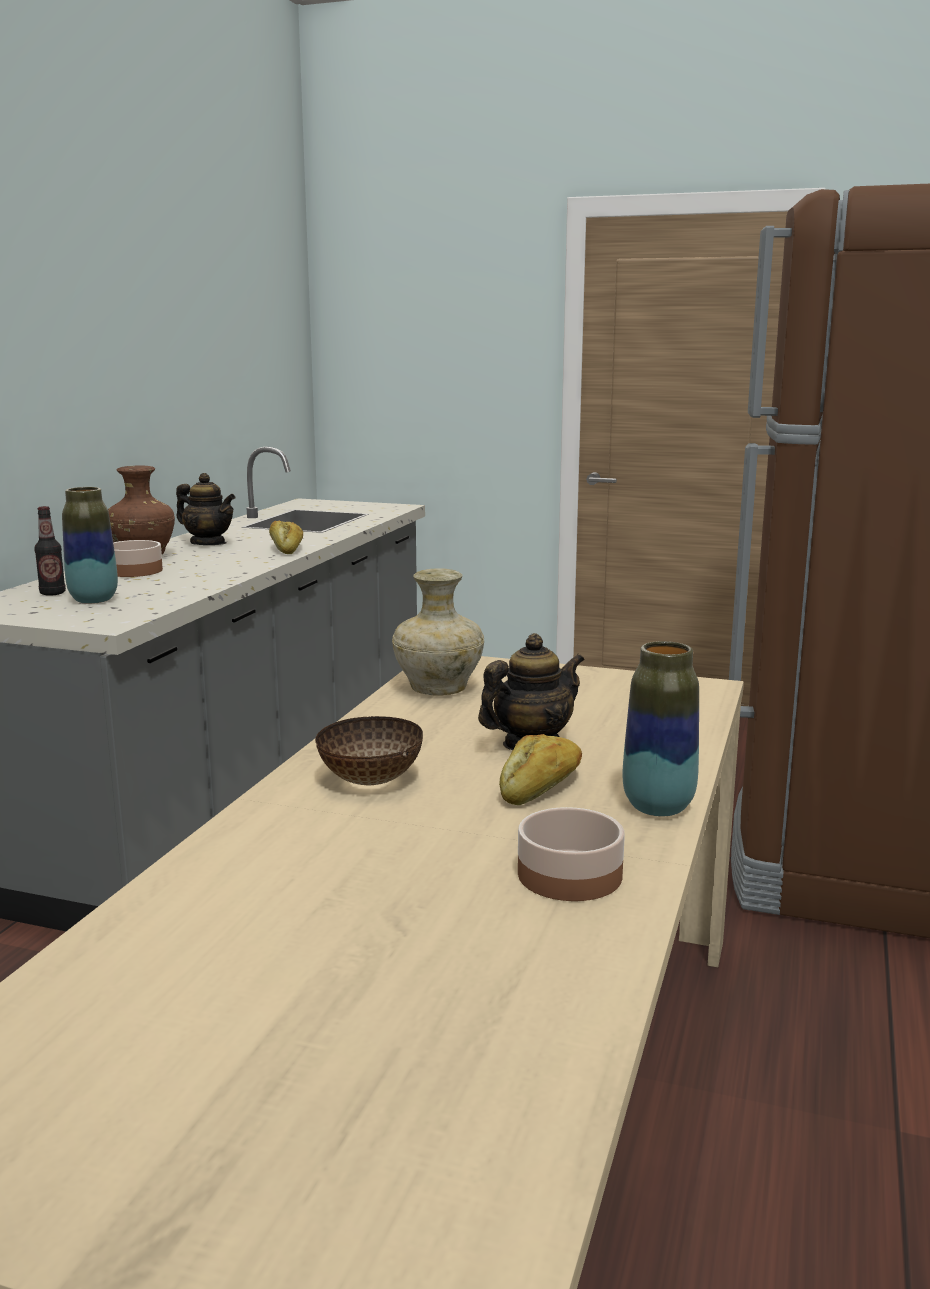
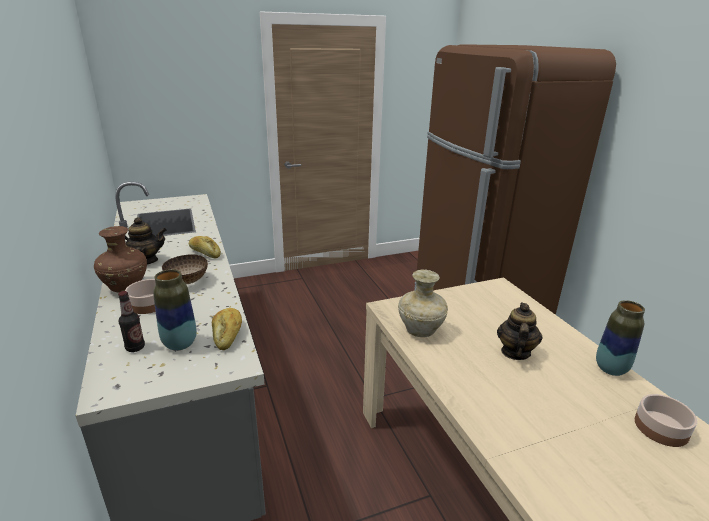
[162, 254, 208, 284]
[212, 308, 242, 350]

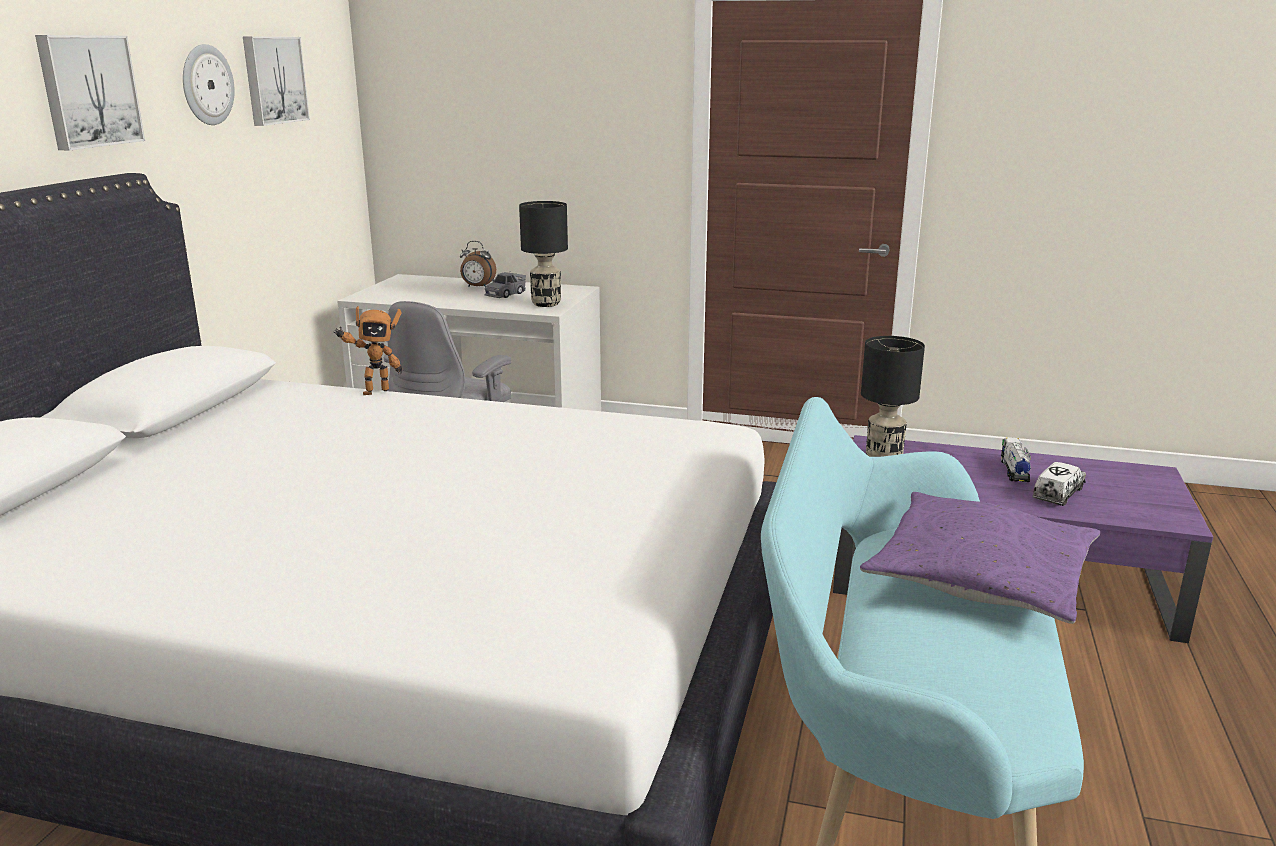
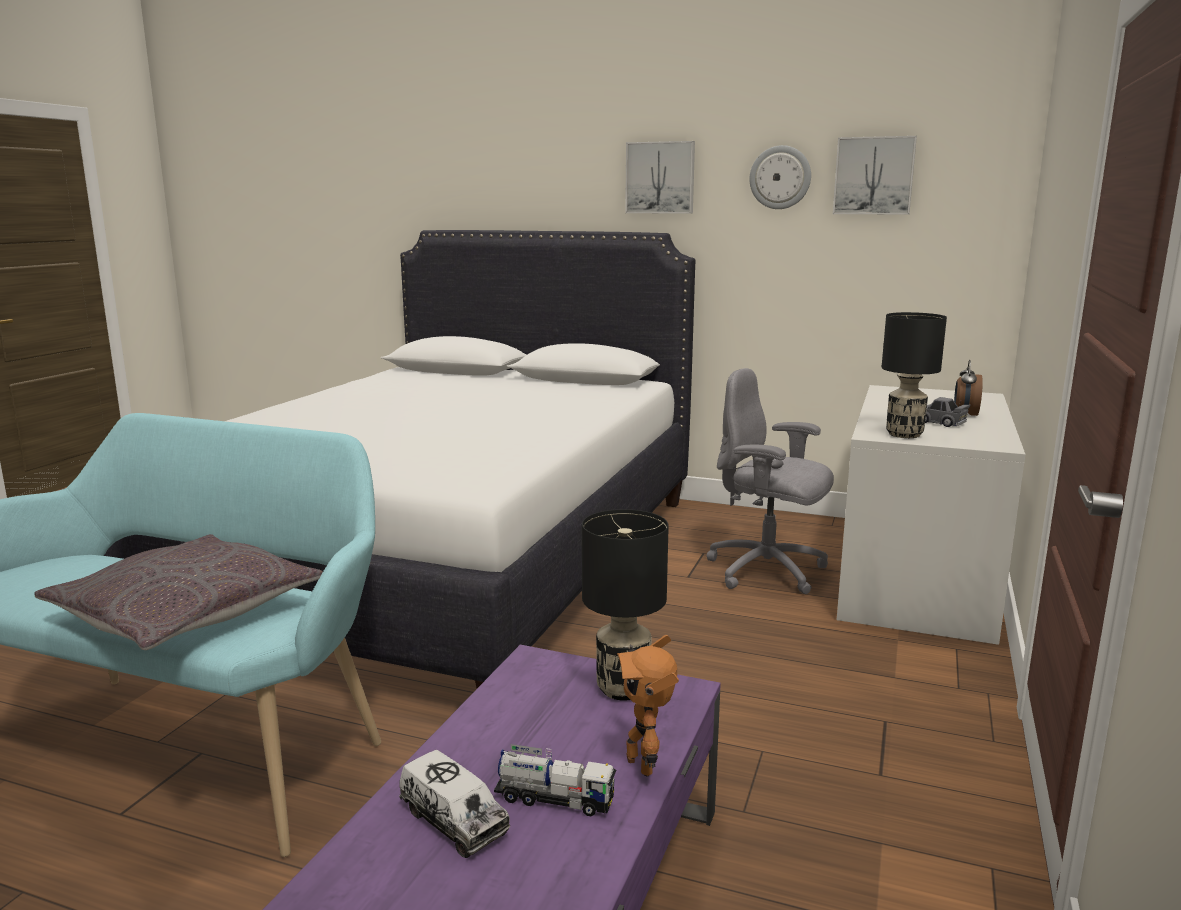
[34, 534, 323, 650]
[617, 635, 679, 776]

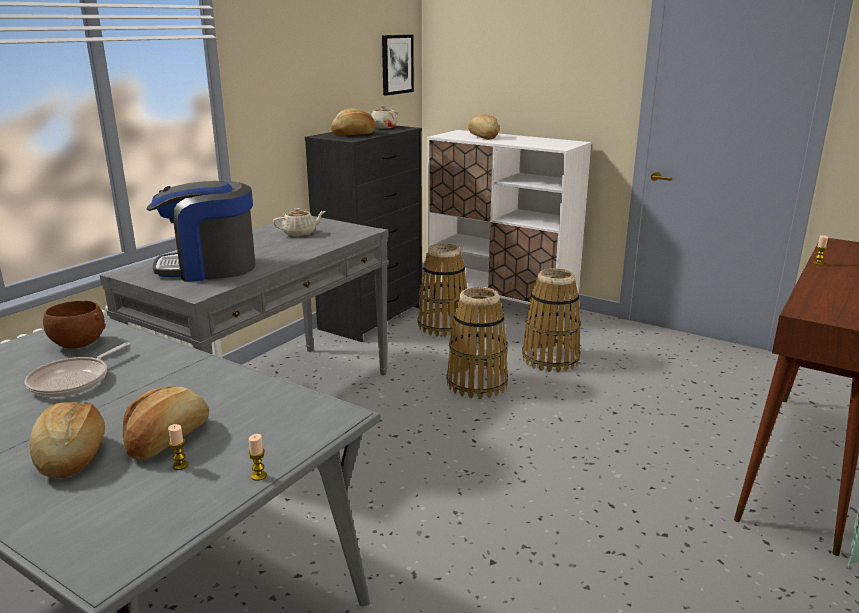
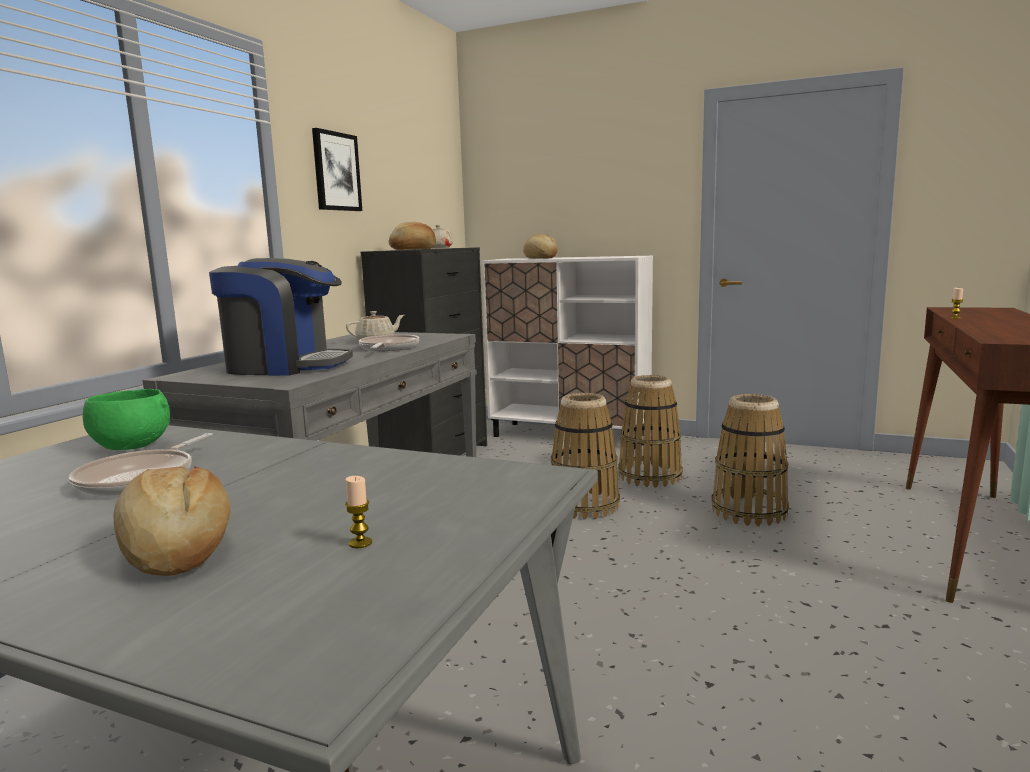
[83, 389, 170, 450]
[209, 258, 353, 376]
[312, 128, 362, 211]
[359, 334, 419, 351]
[711, 394, 789, 526]
[123, 386, 209, 460] (first image)
[248, 434, 267, 481] (first image)

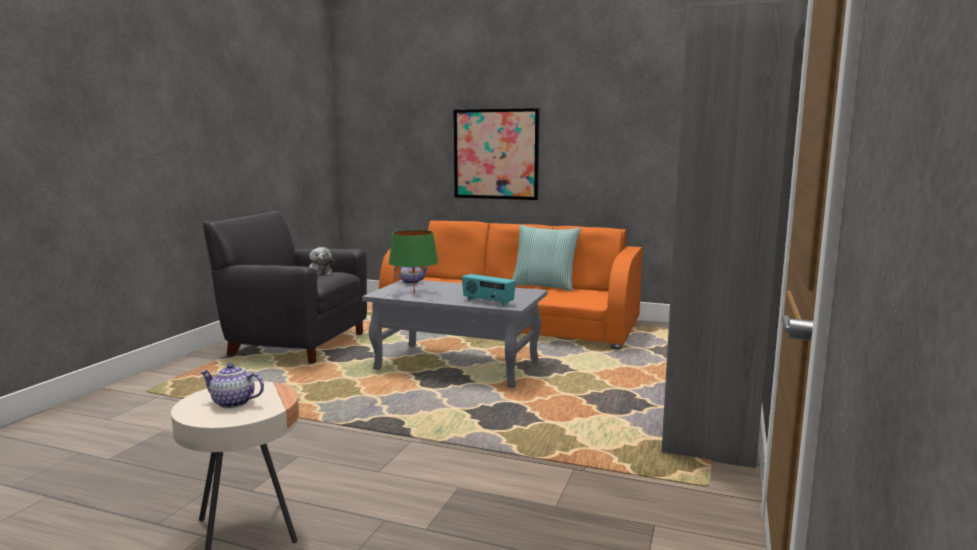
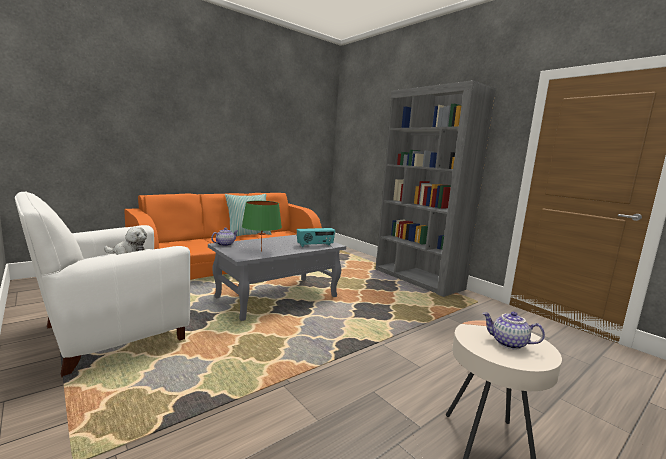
[15, 191, 190, 377]
[482, 312, 545, 349]
[454, 108, 540, 200] (first image)

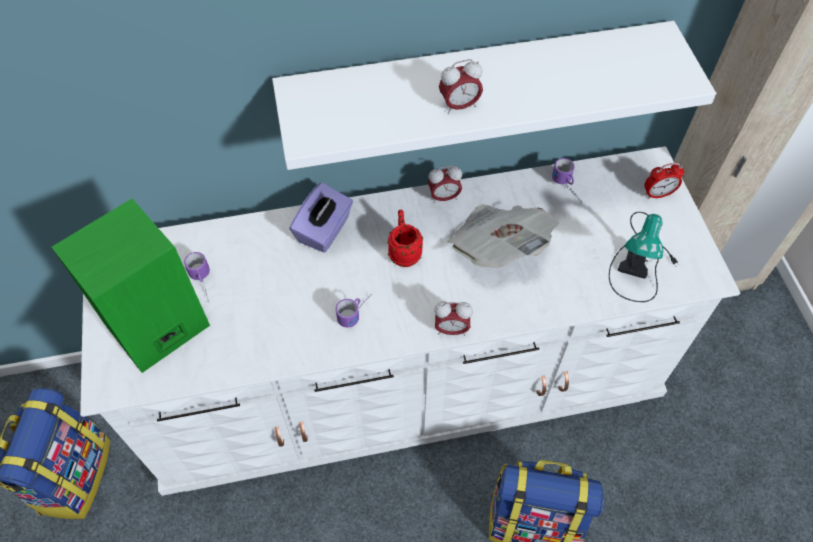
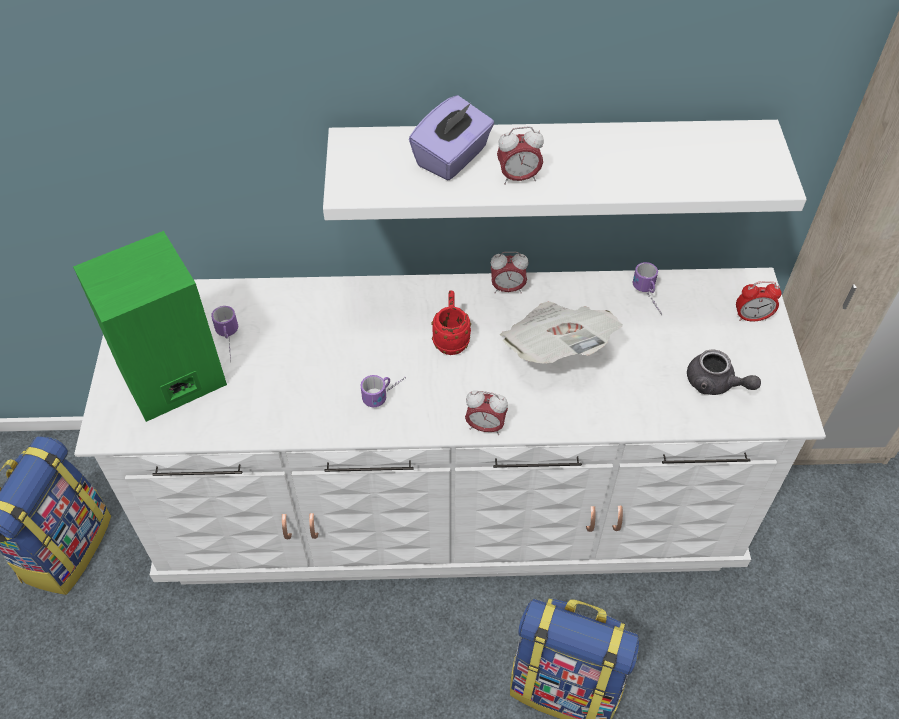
[409, 95, 494, 180]
[687, 349, 761, 395]

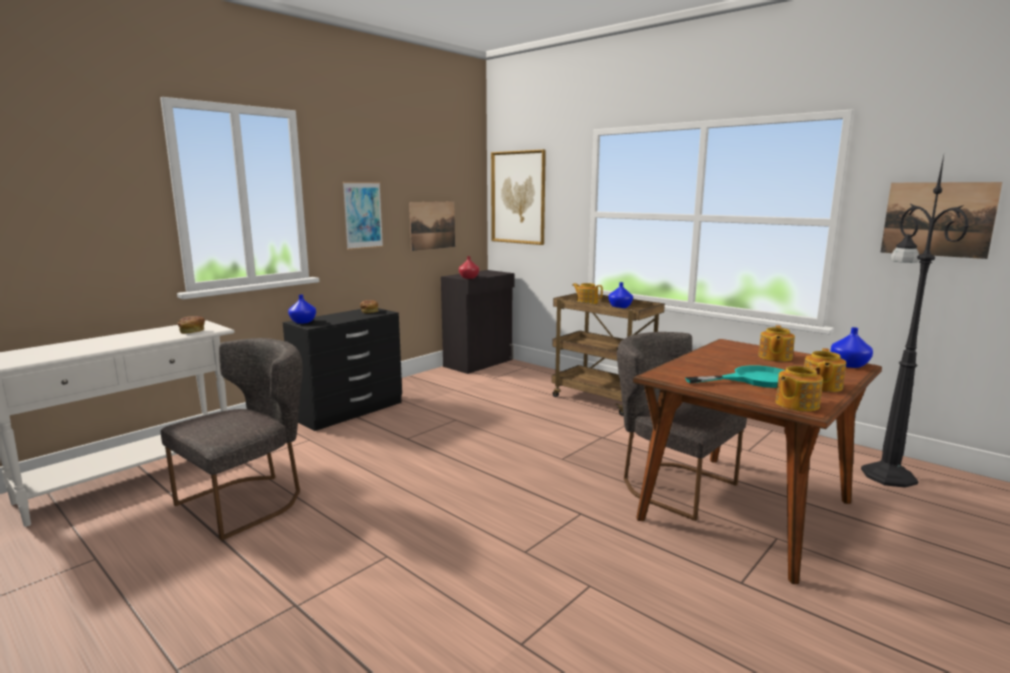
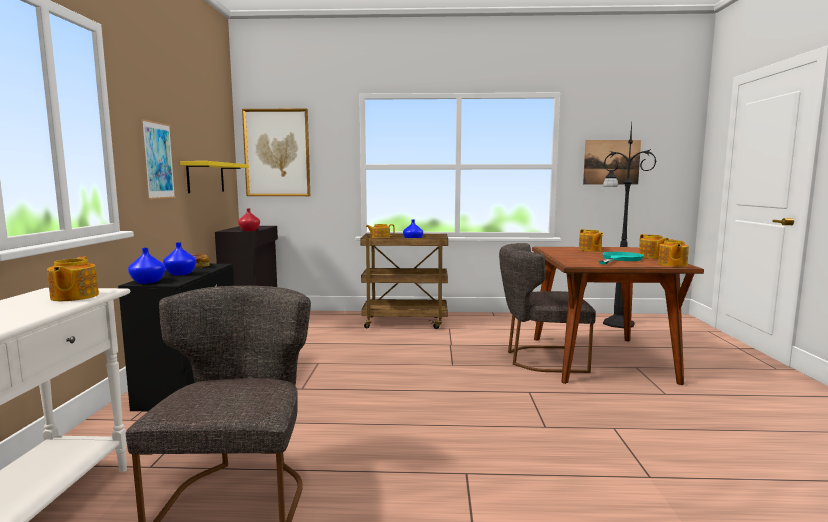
[47, 257, 99, 301]
[163, 242, 196, 276]
[180, 161, 249, 193]

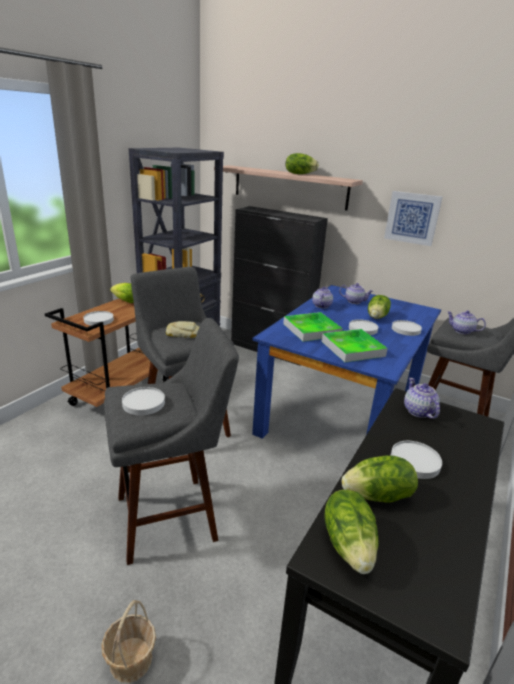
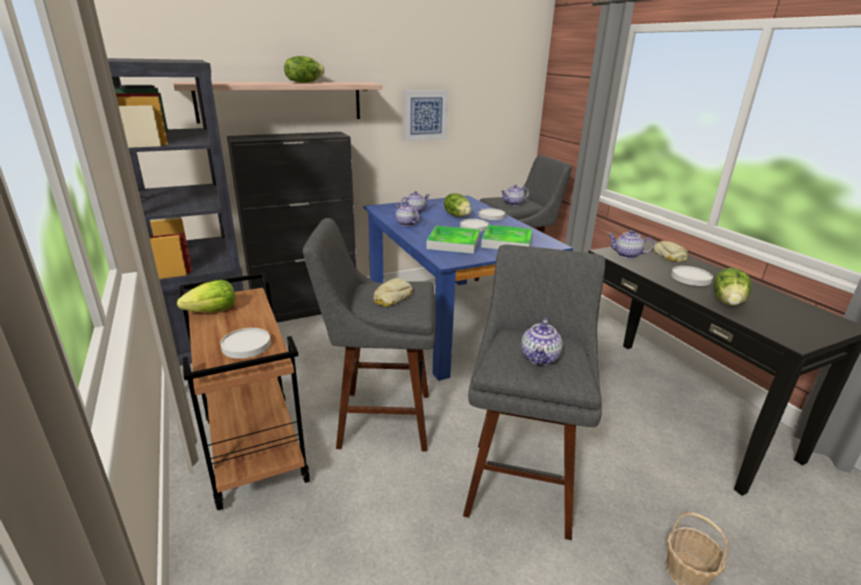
[521, 318, 563, 365]
[652, 241, 688, 262]
[324, 490, 379, 574] (first image)

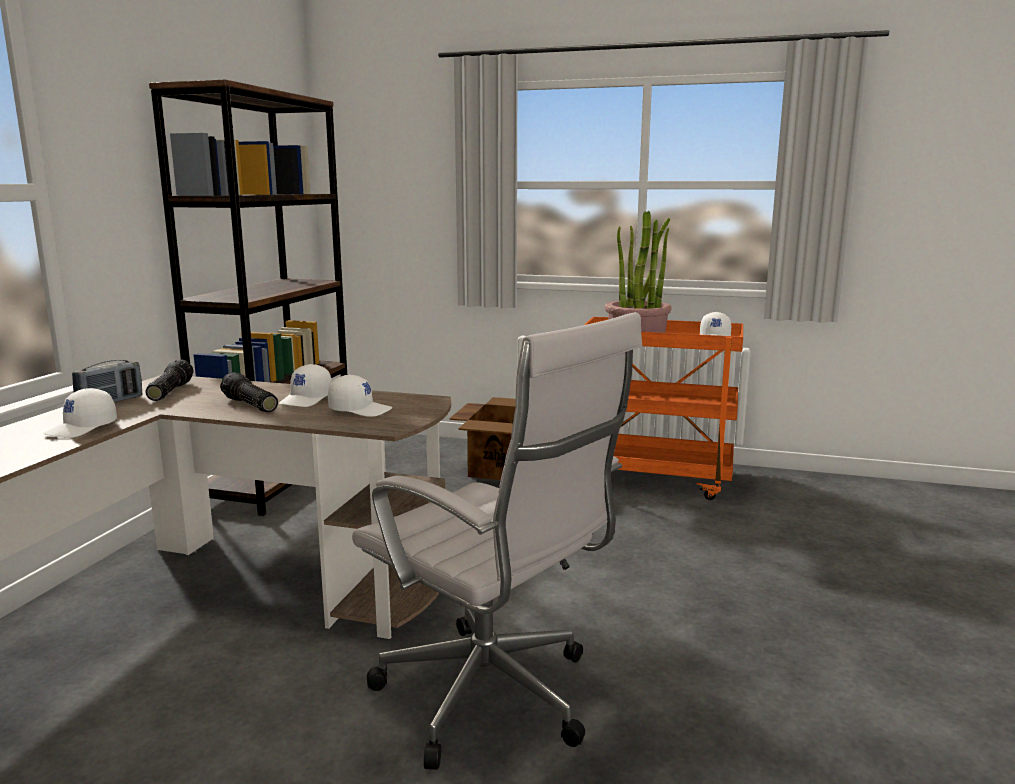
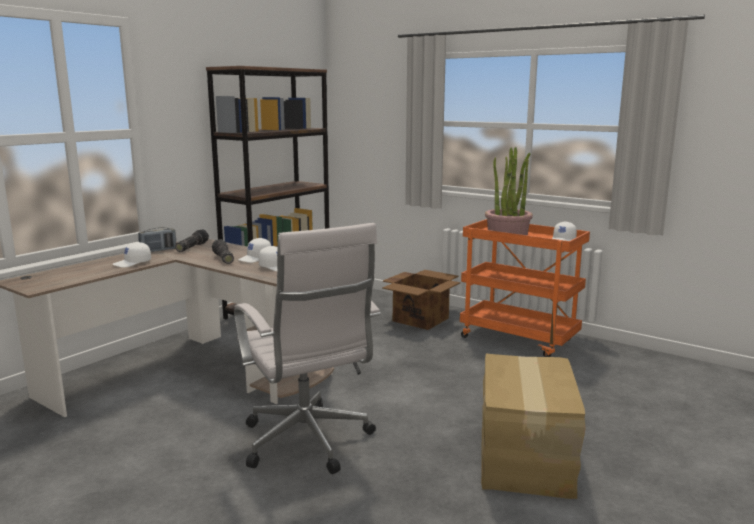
[481, 353, 586, 499]

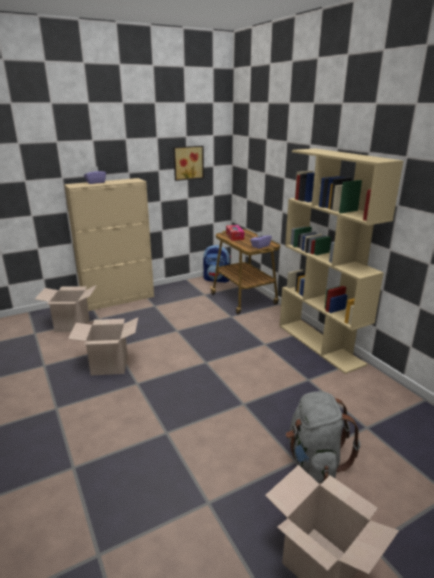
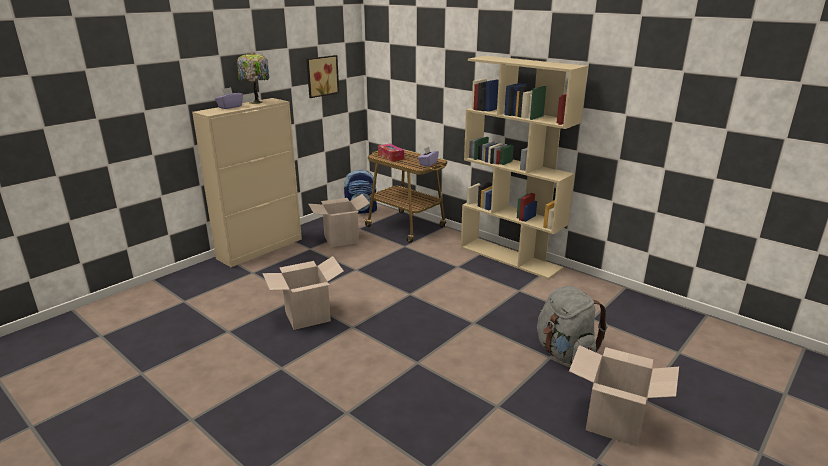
[237, 53, 269, 104]
[309, 194, 370, 247]

